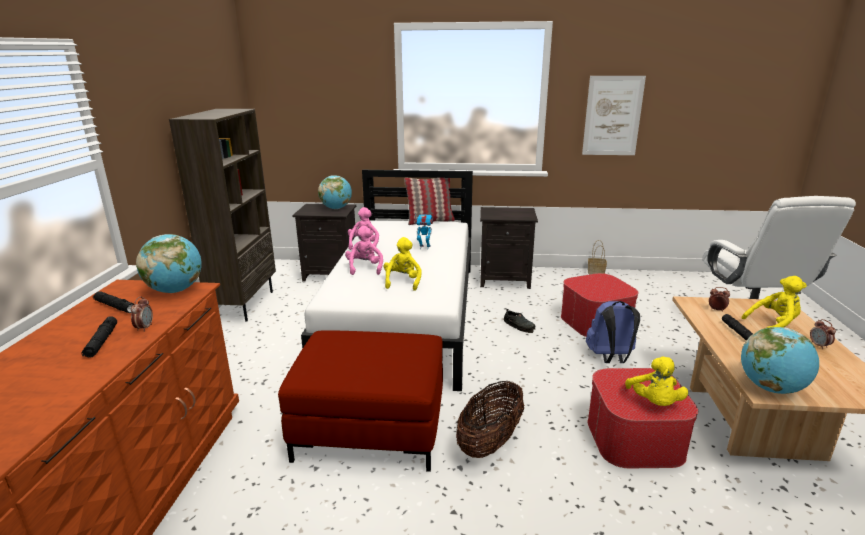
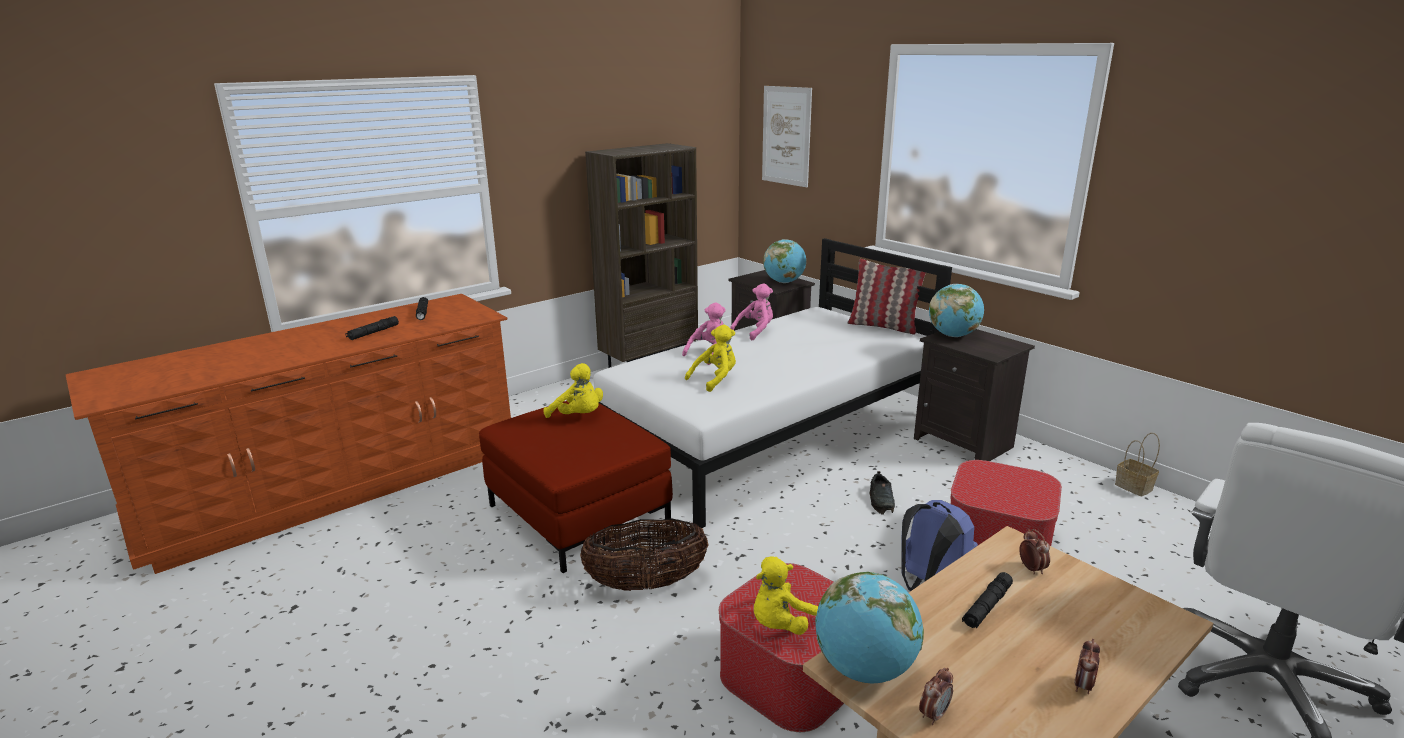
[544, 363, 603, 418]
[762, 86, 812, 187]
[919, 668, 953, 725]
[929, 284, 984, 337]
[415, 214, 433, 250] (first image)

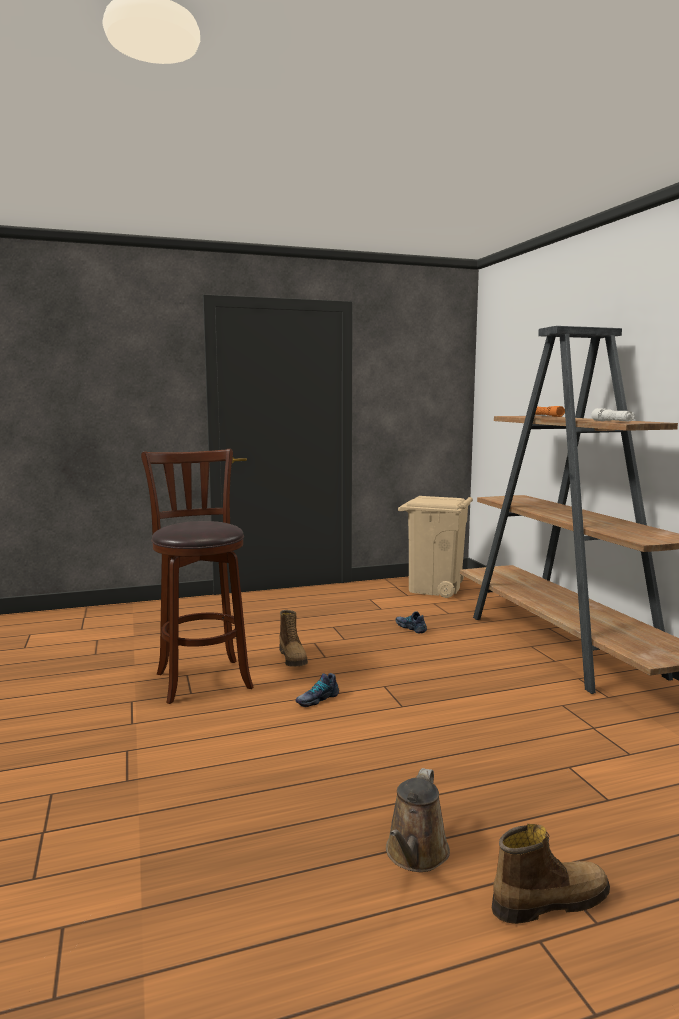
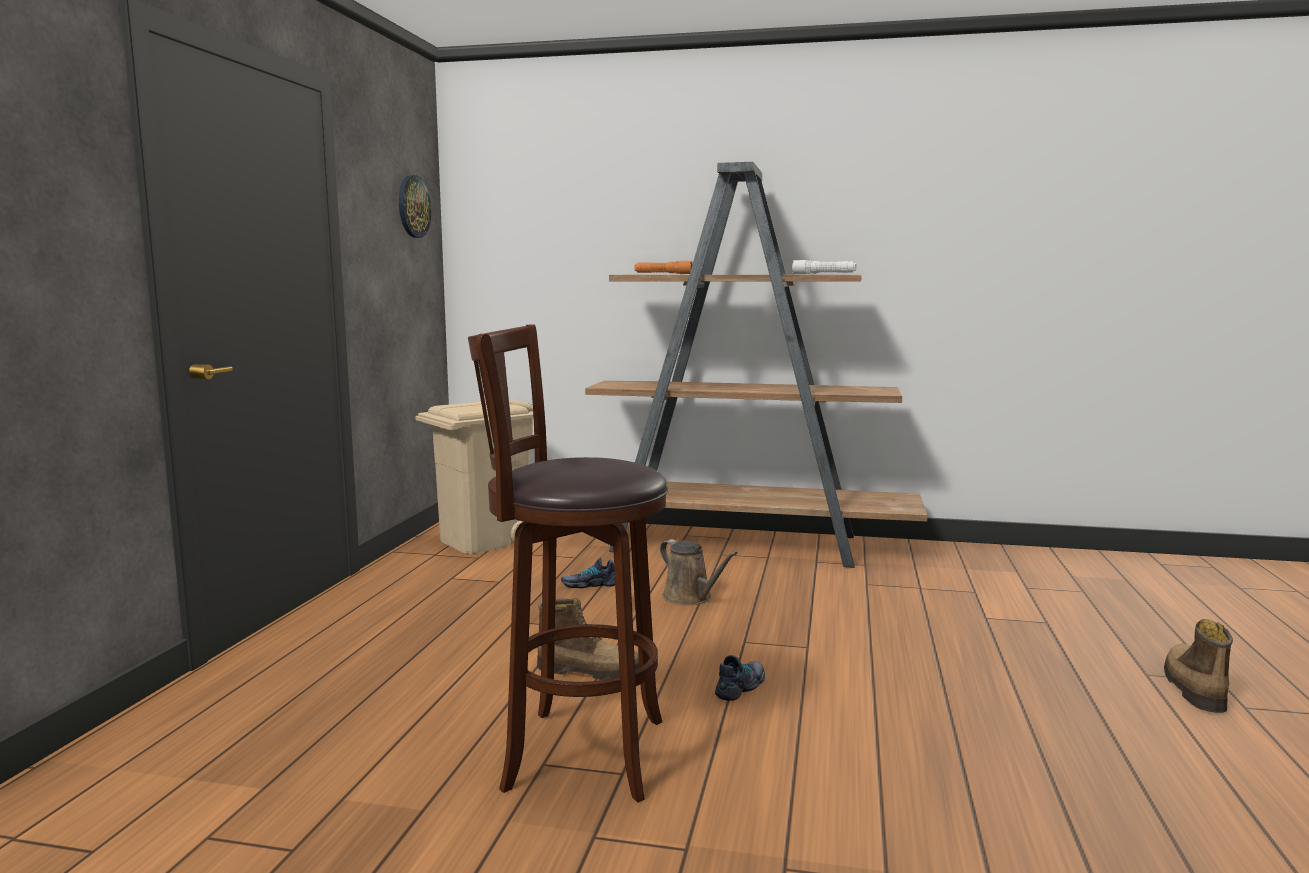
[399, 175, 431, 238]
[660, 539, 738, 605]
[715, 655, 765, 701]

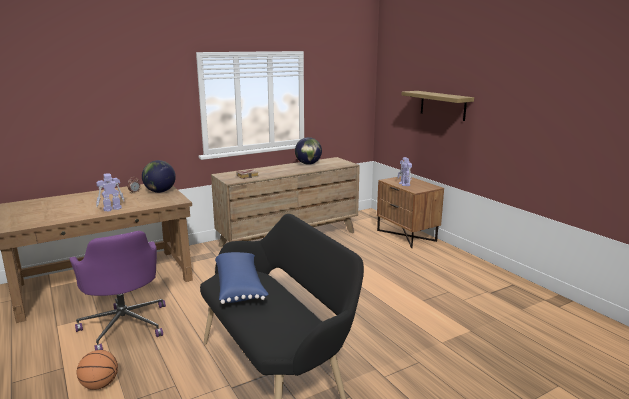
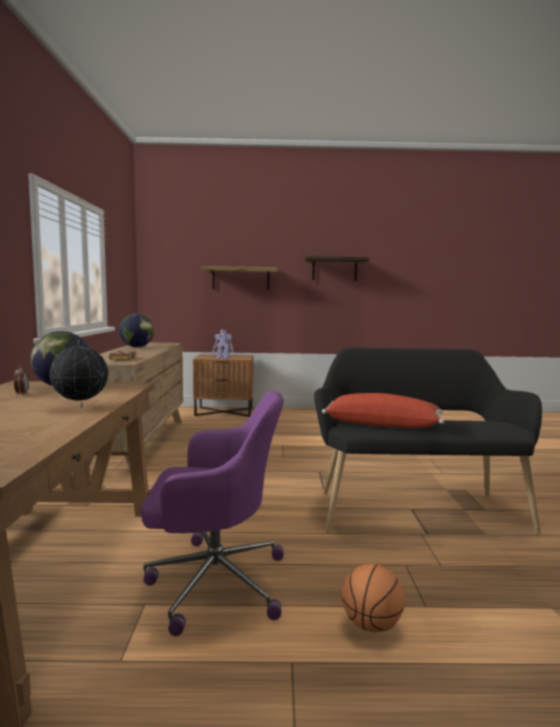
[49, 340, 108, 408]
[305, 256, 369, 281]
[322, 393, 444, 428]

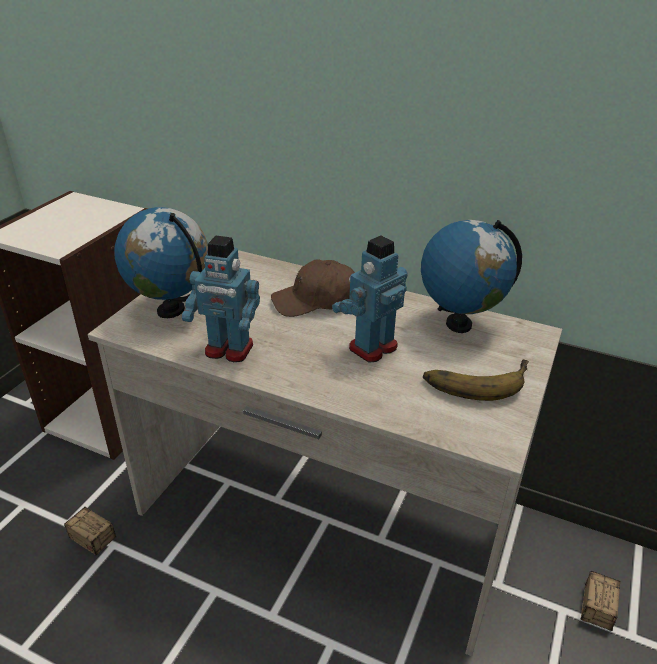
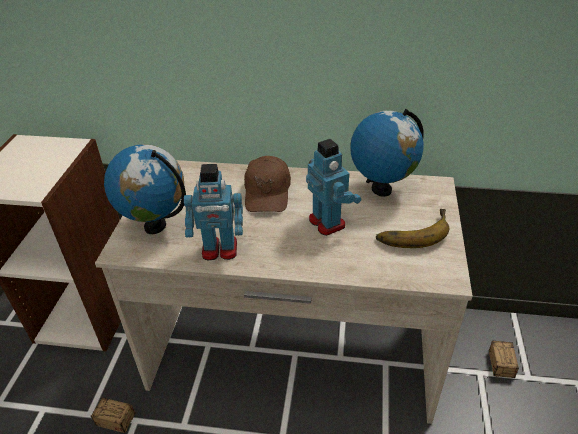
[244, 156, 291, 212]
[306, 139, 361, 236]

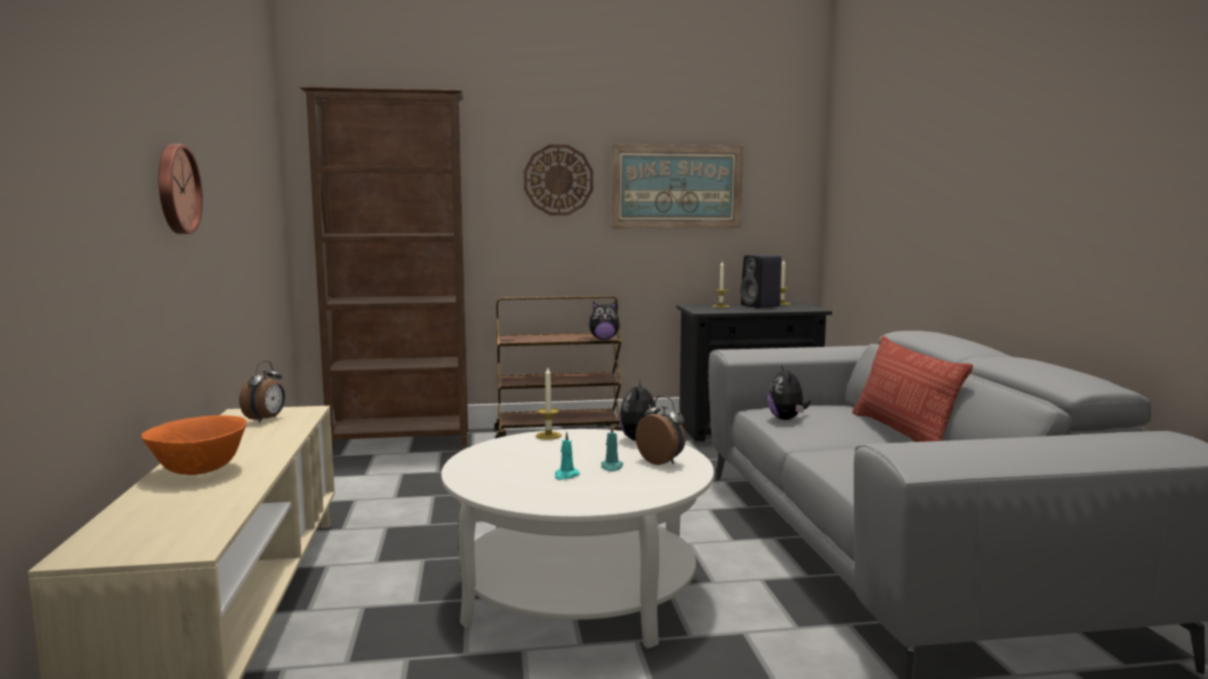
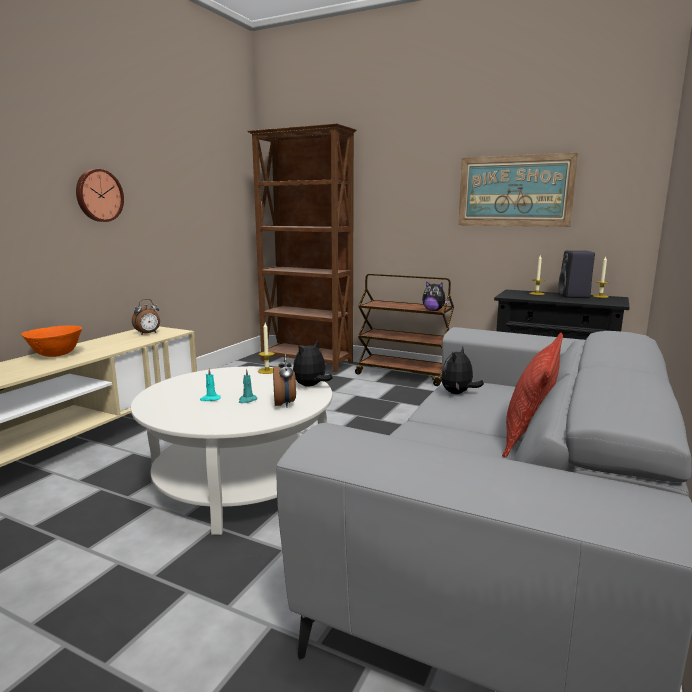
[524, 144, 593, 215] (first image)

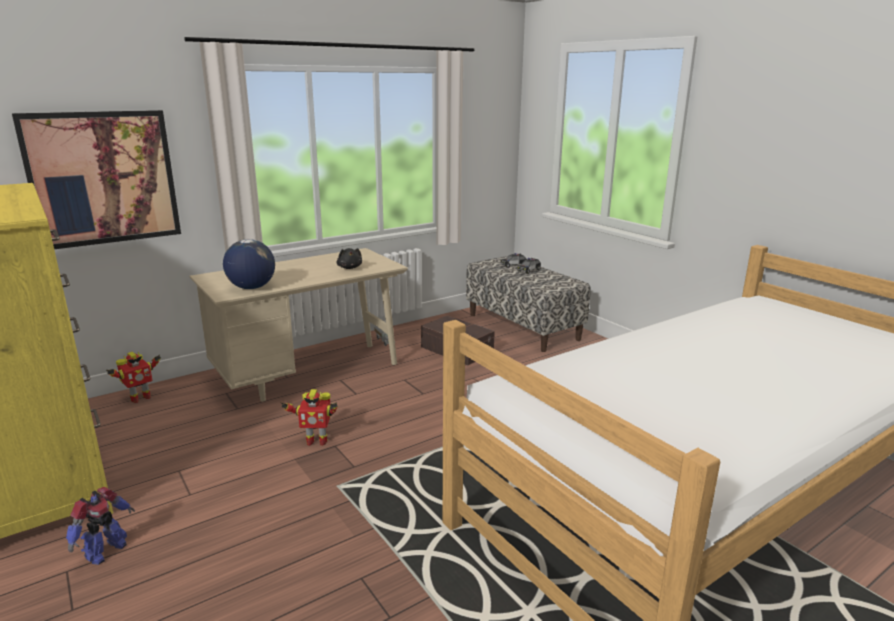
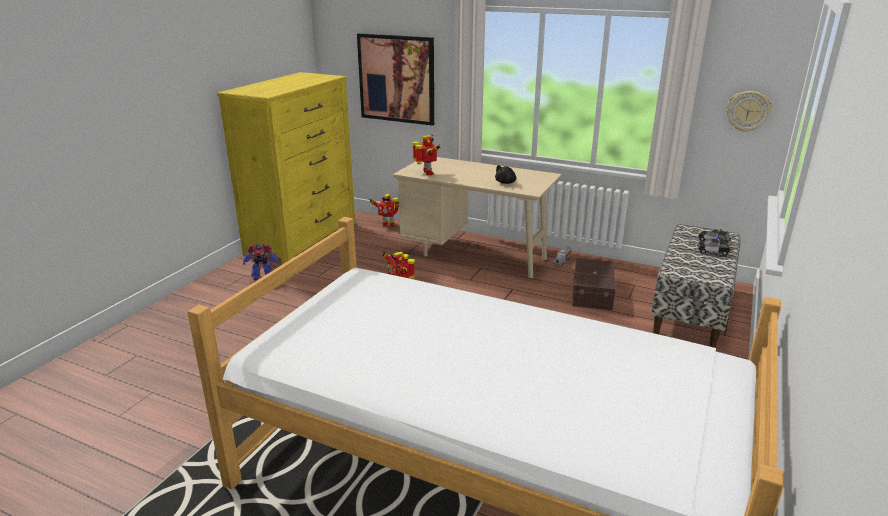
[412, 134, 440, 175]
[727, 91, 772, 132]

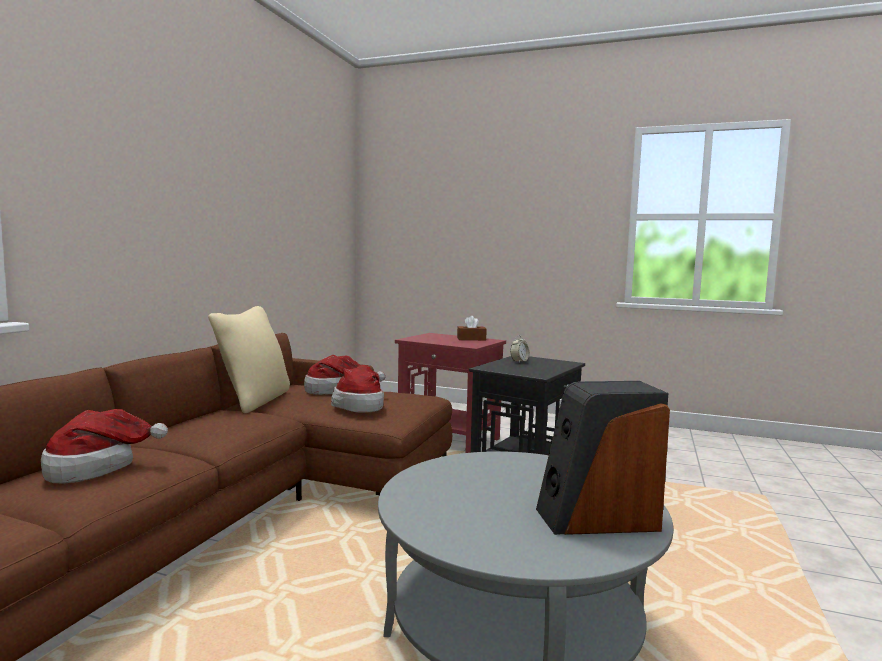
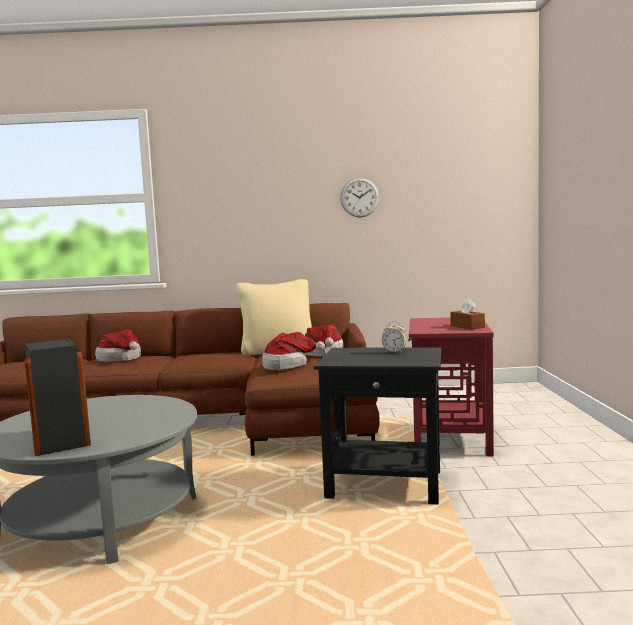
[340, 178, 379, 217]

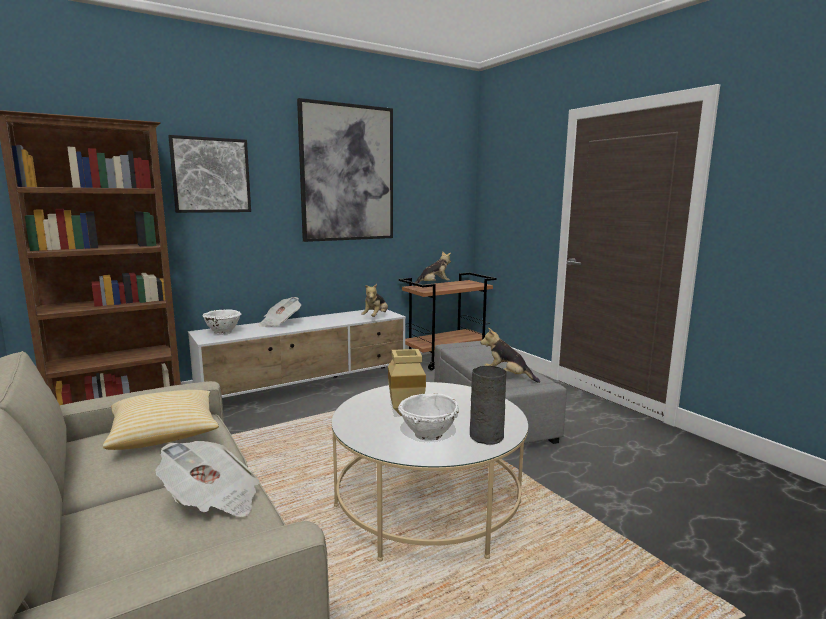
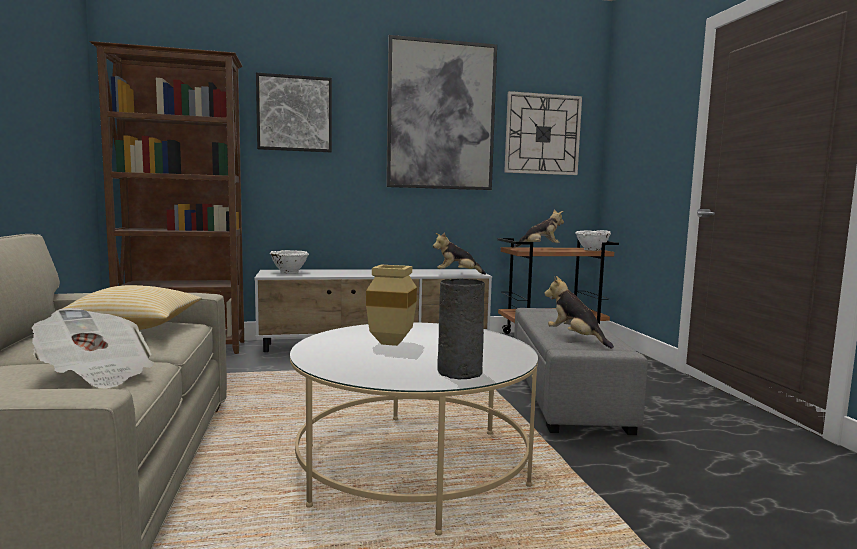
[433, 232, 486, 275]
[504, 91, 582, 175]
[575, 230, 611, 251]
[258, 297, 301, 327] (first image)

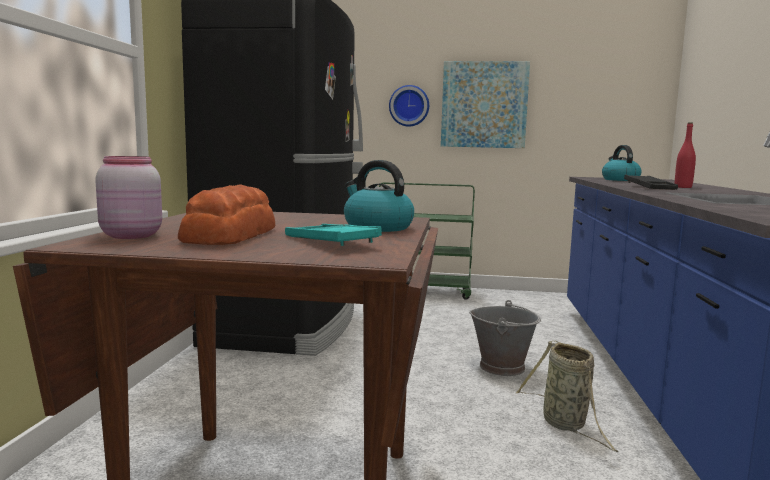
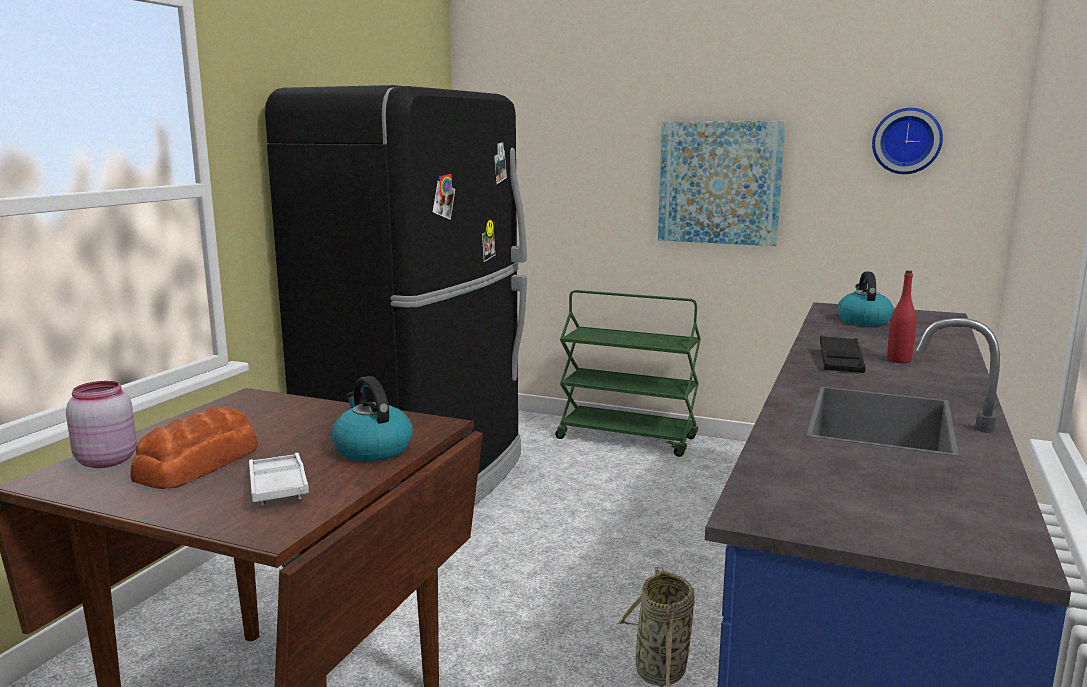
[249, 453, 309, 505]
[872, 108, 943, 174]
[469, 300, 541, 376] (first image)

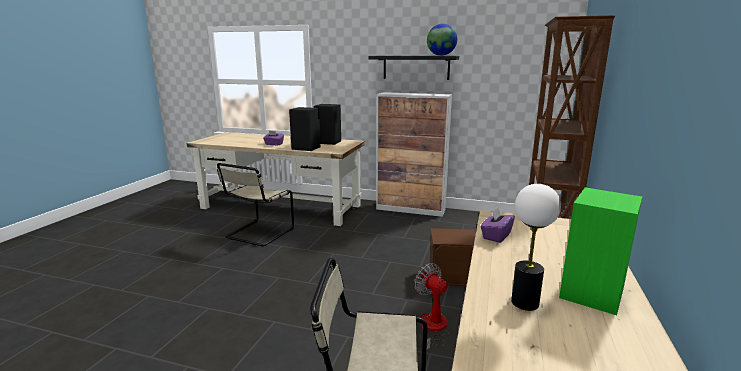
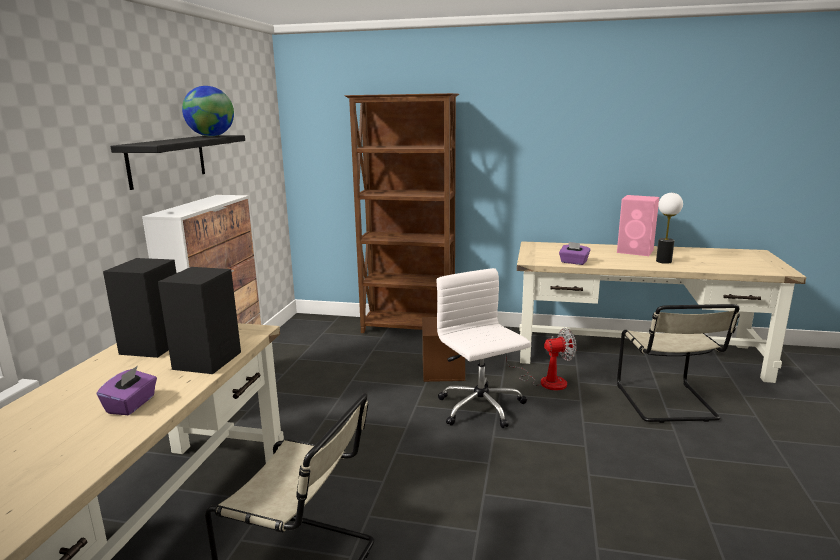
[436, 268, 531, 428]
[506, 328, 576, 390]
[617, 195, 659, 256]

